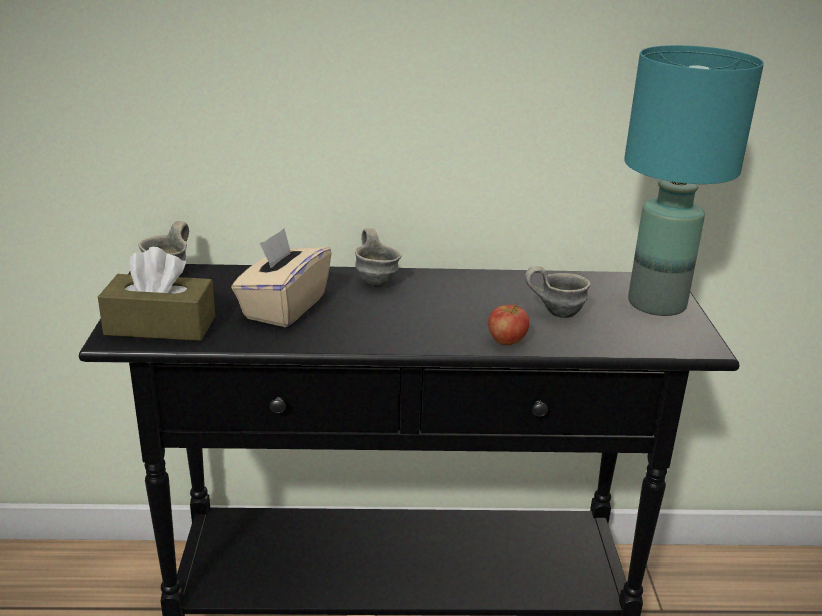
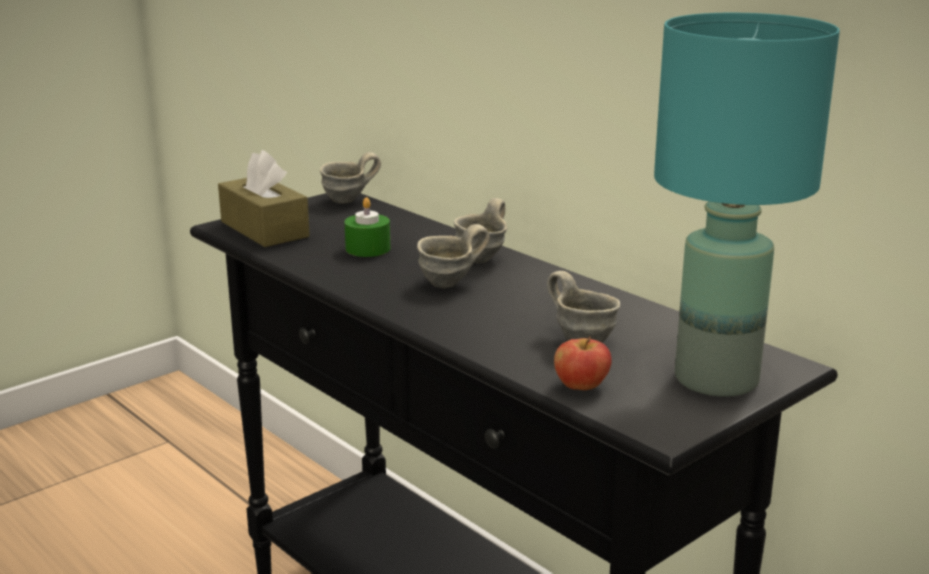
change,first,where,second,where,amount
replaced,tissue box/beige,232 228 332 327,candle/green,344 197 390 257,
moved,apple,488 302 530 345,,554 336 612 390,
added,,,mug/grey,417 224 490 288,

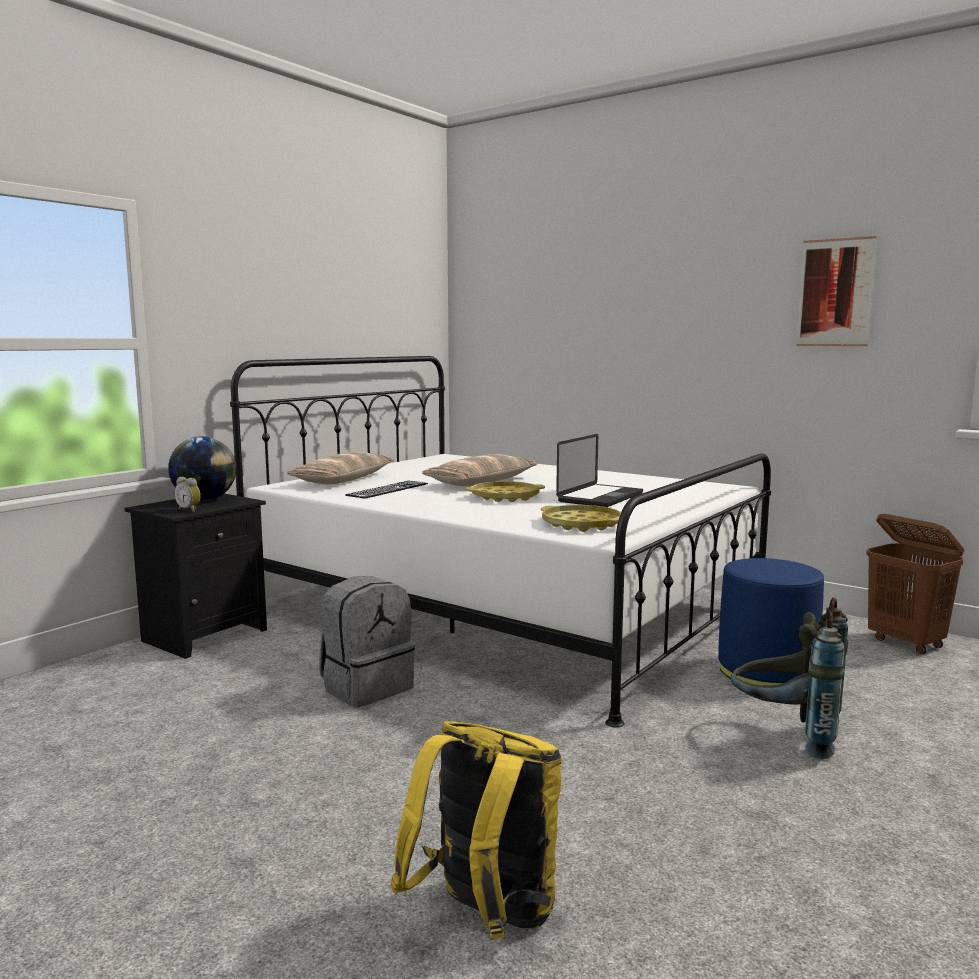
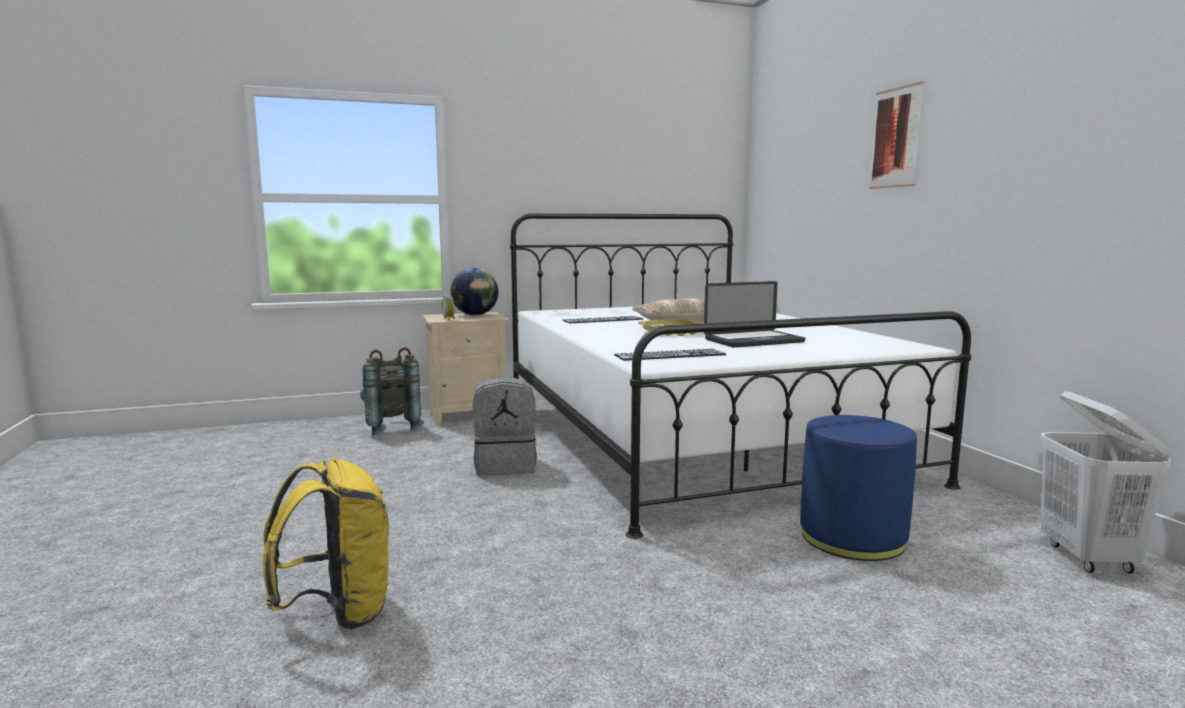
change,first,where,second,where,amount
moved,picture,796 236 877 346,,869 81 924 189,
removed,pillow,287 452 394 484,,,
recoloured,nightstand/black,124 493 267 659,nightstand/beige,423 312 509 425,
replaced,tray/yellow,541 505 621 532,keyboard,614 349 726 361,
recoloured,laundry basket/brown,866 514 965 654,laundry basket/white,1041 391 1172 574,
moved,backpack/grey,731 598 848 759,,360 347 425 435,

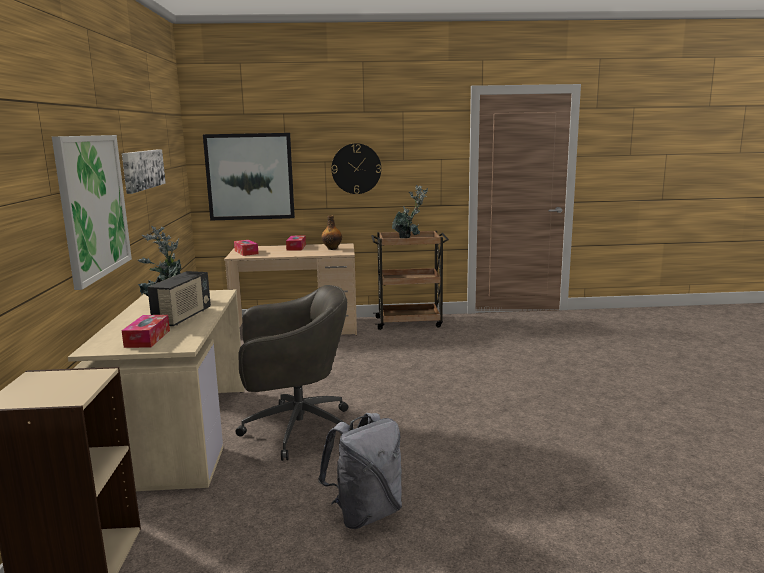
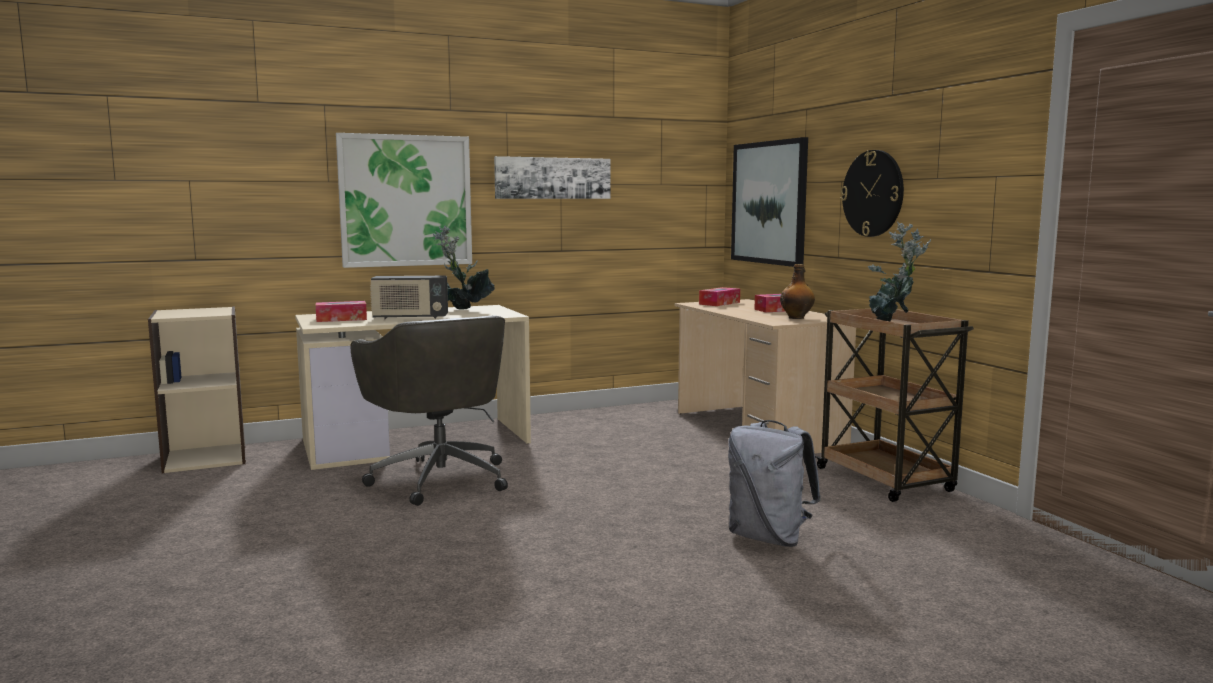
change,first,where,second,where,amount
moved,backpack/grey,318 413 402 529,,728 420 821 547,

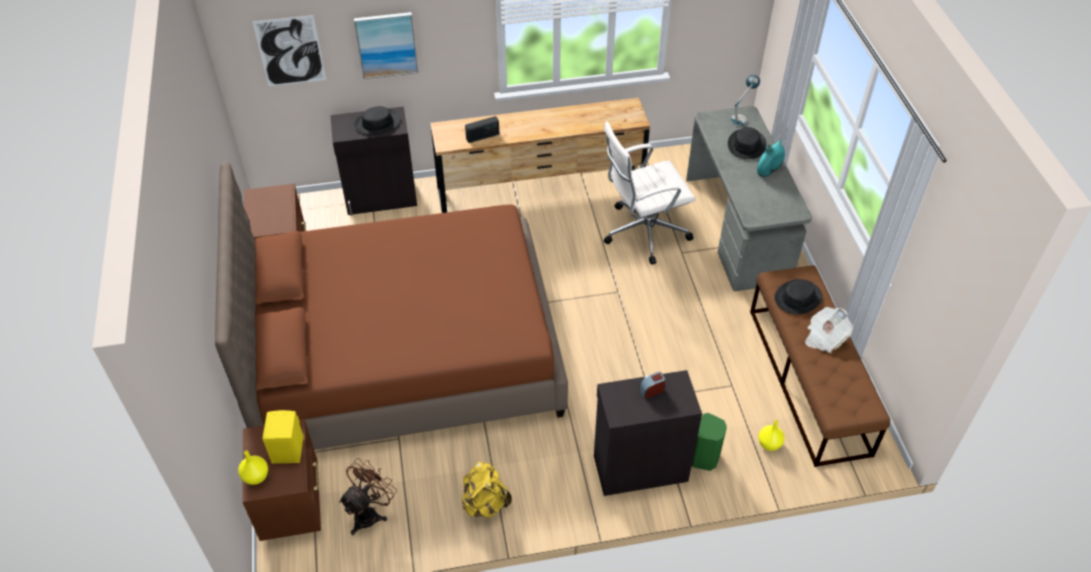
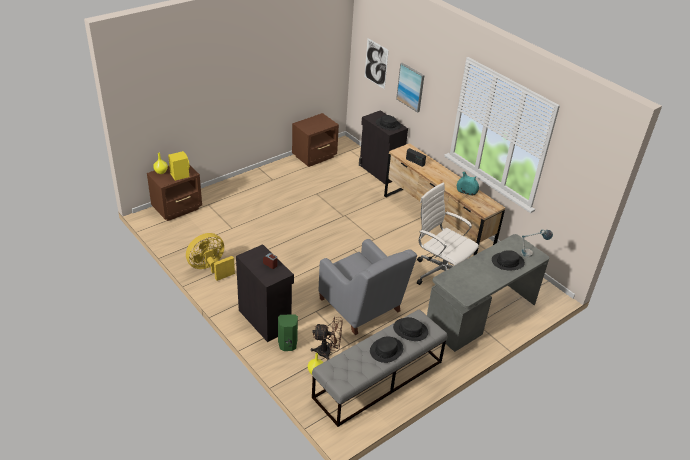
change,first,where,second,where,amount
moved,vase/turquoise,757 139 785 177,,457 171 479 195,
removed,bed/brown,215 162 568 450,,,
recoloured,bench/brown,750 265 890 467,bench/grey,312 310 447 427,
replaced,newspaper,805 307 853 353,hat/black,370 336 403 363,
moved,fan/brown,339 458 397 535,,311 317 343 360,
replaced,backpack/yellow,462 462 512 518,fan/yellow,186 233 235 281,
added,,,armchair/grey,319 239 417 335,

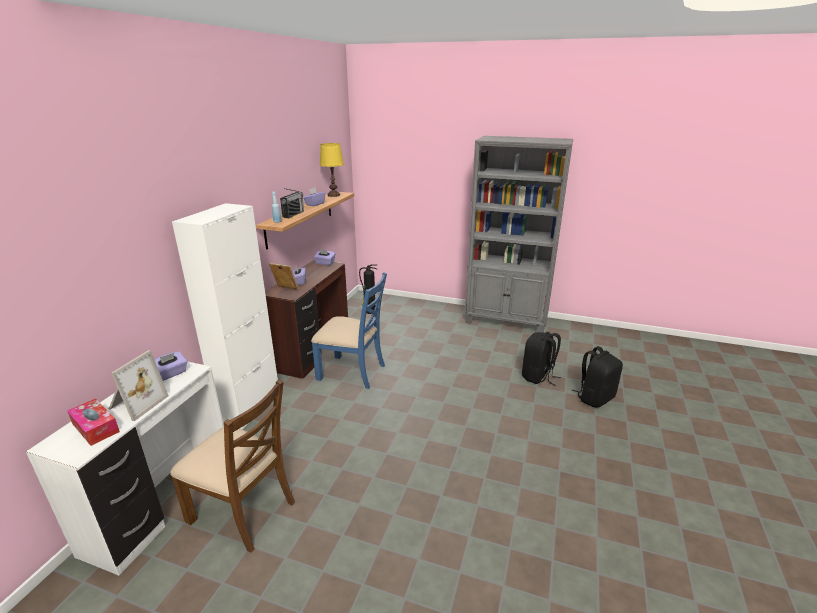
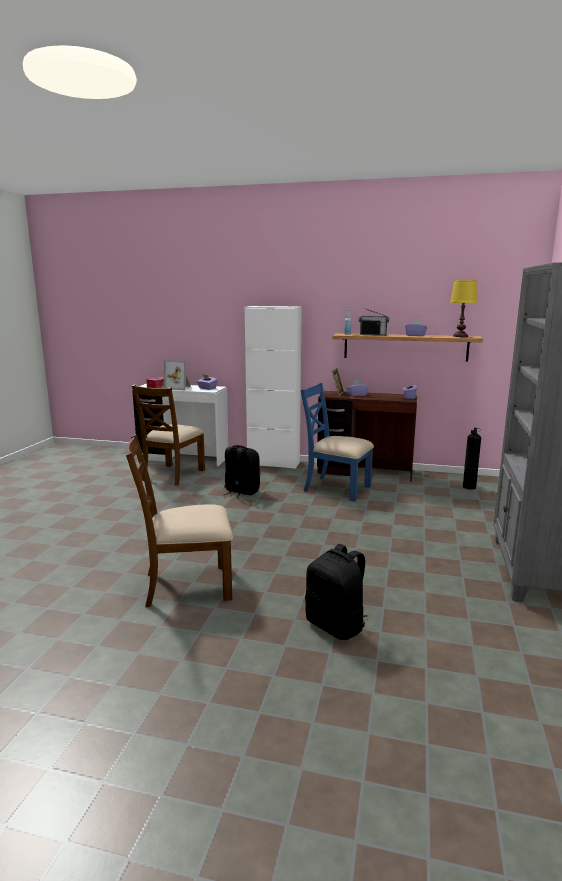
change,first,where,second,where,amount
turned,chair/blue,311 272 387 389,,301 383 374 502,105 degrees clockwise
moved,backpack/black,522 332 561 386,,224 445 260 498,
added,,,chair/brown,126 434 233 607,

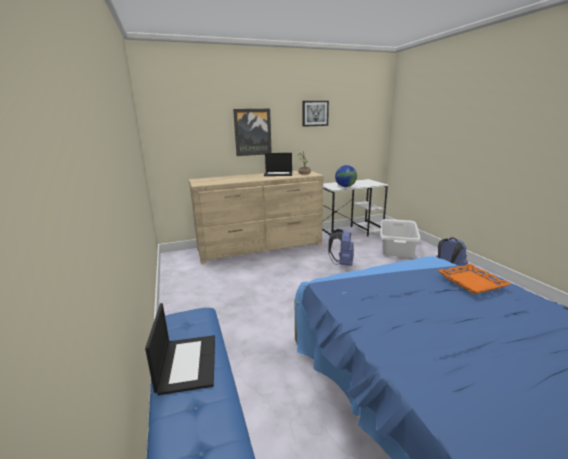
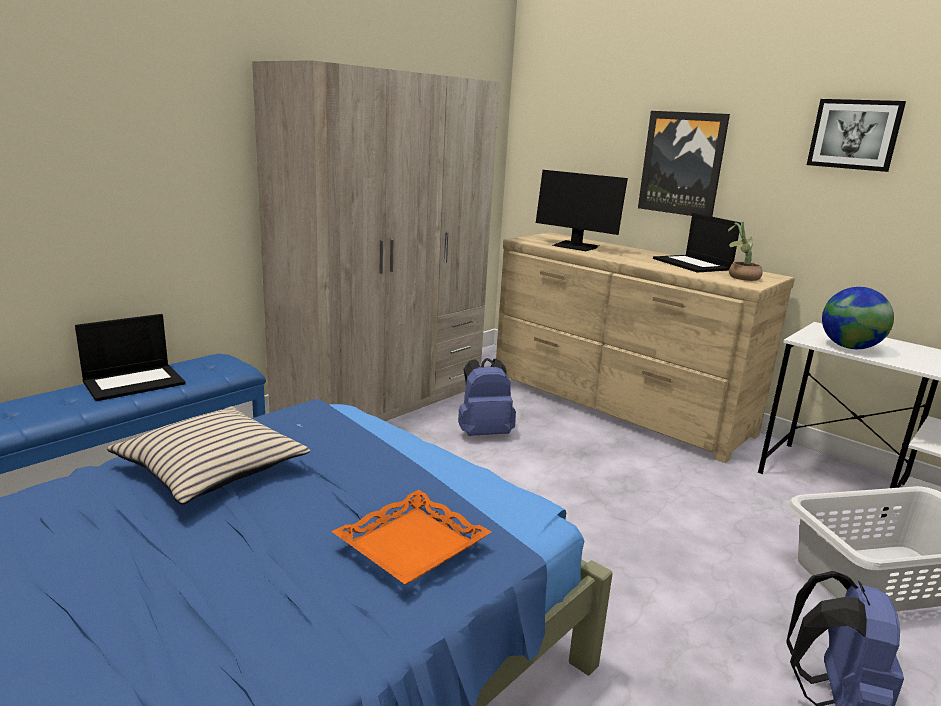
change,first,where,second,where,amount
moved,backpack/blue,328 229 354 266,,458 358 516 436,
added,,,wardrobe/beige,252 60 499 421,
added,,,monitor,536 170 628 251,
added,,,pillow/beige,107 406 310 504,

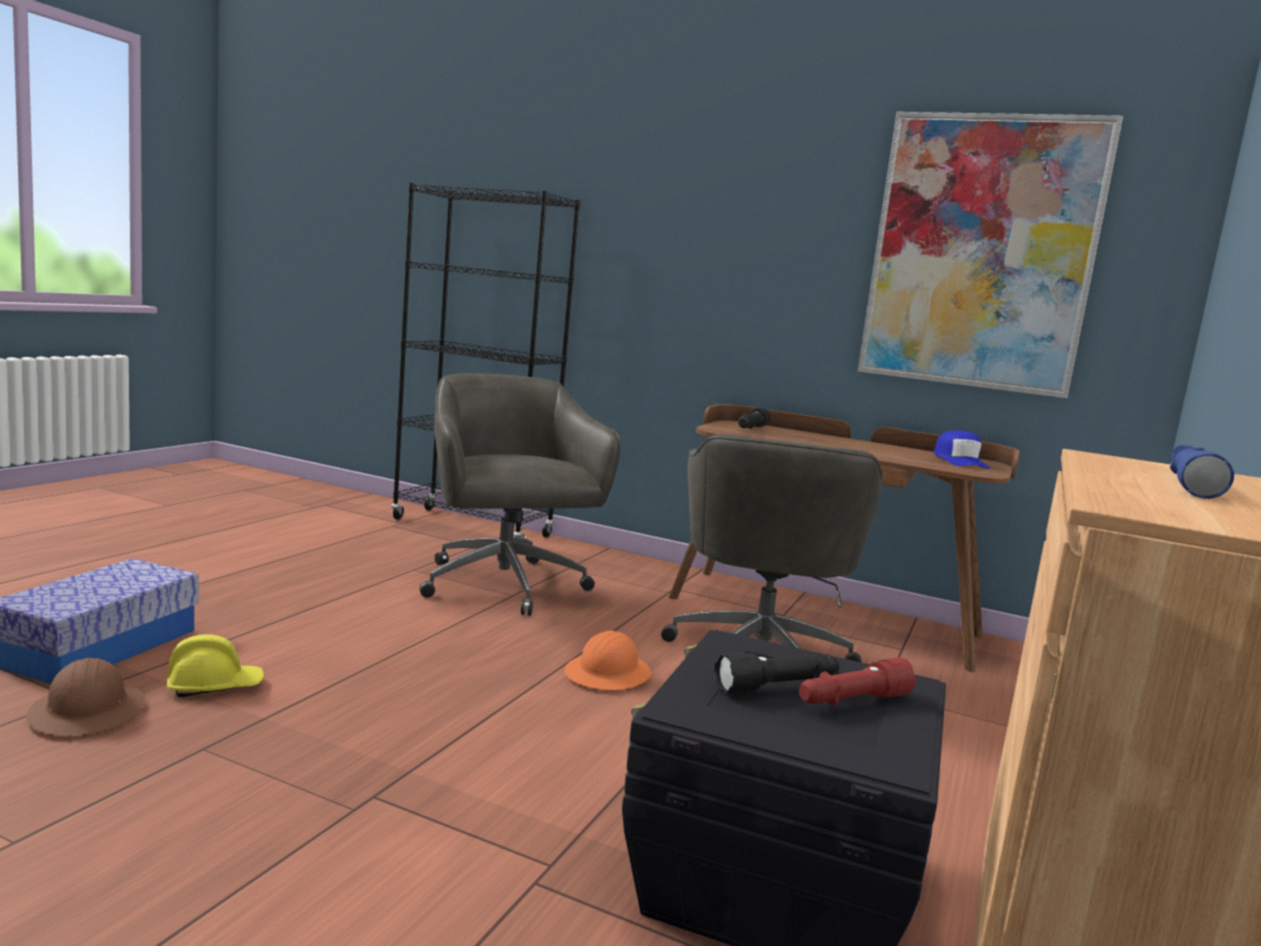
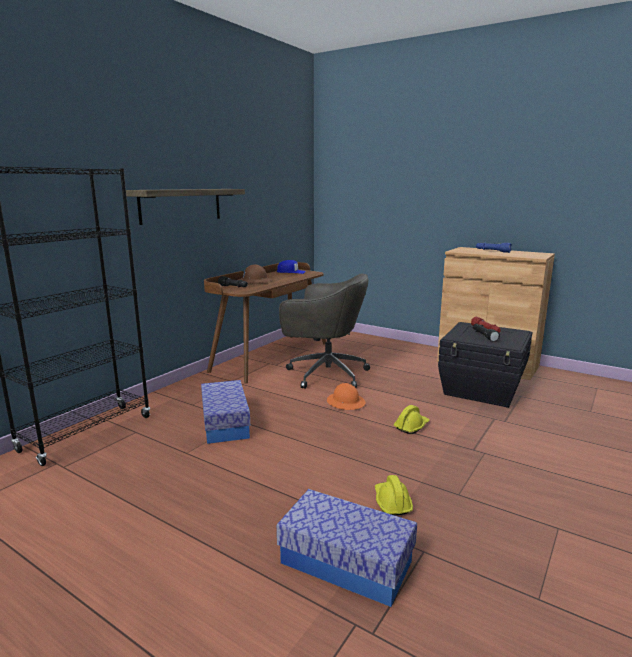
change,first,where,second,where,amount
removed,picture,858 112 1123 398,,,
replaced,office chair/grey,419 373 621 616,storage box,201 380 250 444,
moved,hard hat/brown,26 658 146 736,,238 265 273 284,
added,,,shelf,126 189 245 225,
added,,,hard hat/yellow,394 405 430 434,

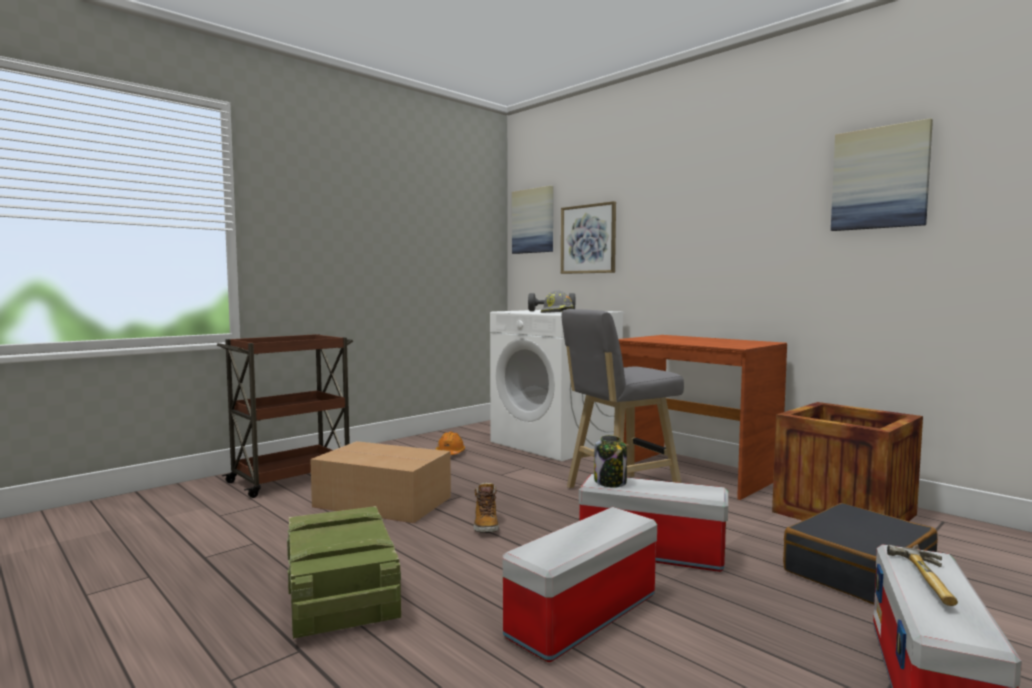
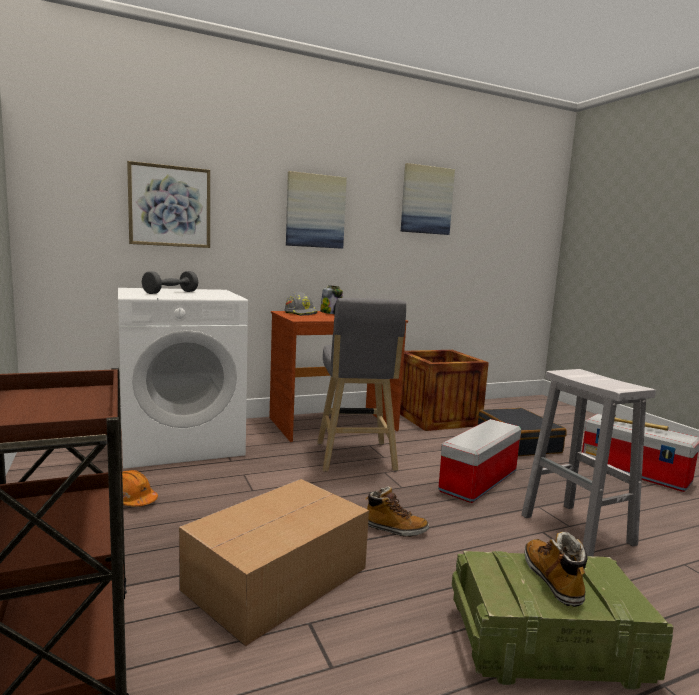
change,first,where,second,where,amount
moved,picture,512 186 553 254,,286 171 347 249,
moved,hard hat/grey,541 290 574 313,,285 292 318 316,
moved,jar,594 435 627 488,,320 285 343 314,
replaced,storage box,503 507 657 662,stool/white,521 369 656 556,
added,,,boot,525 532 588 607,

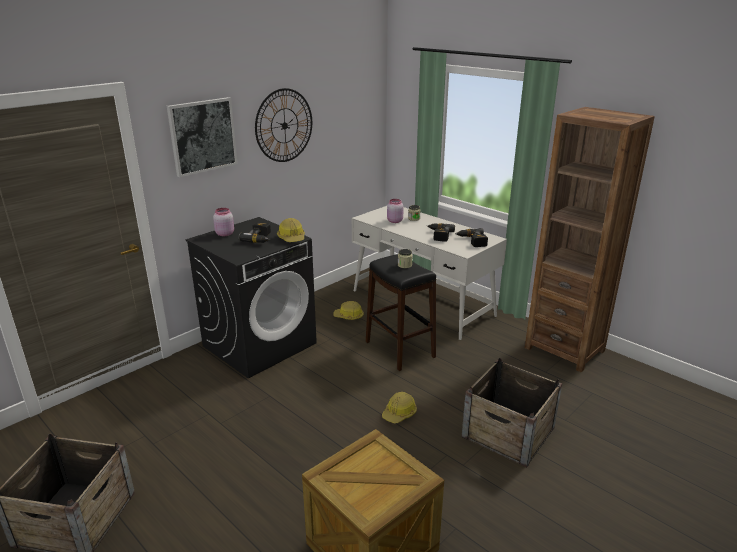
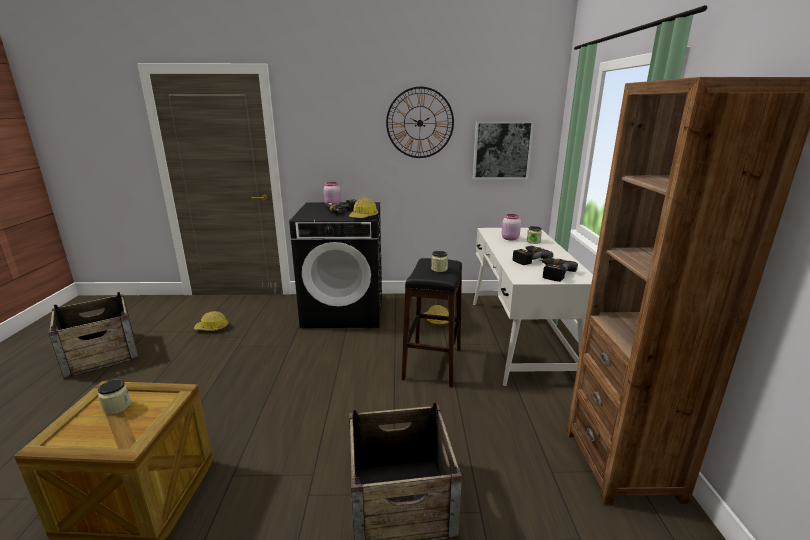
change,first,where,second,where,amount
moved,picture,167 97 238 177,,473 121 534 179,
moved,hard hat,382 392 417 424,,194 311 228 331,
added,,,jar,98 380 131 414,

